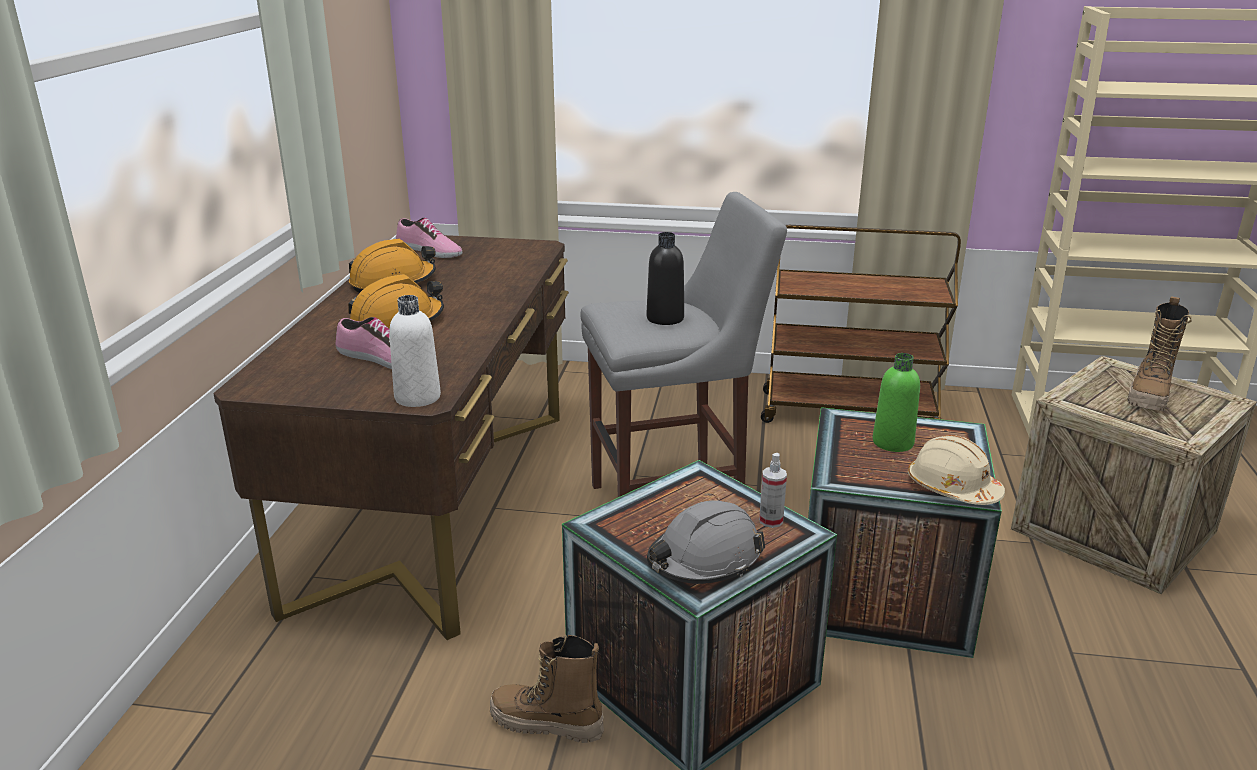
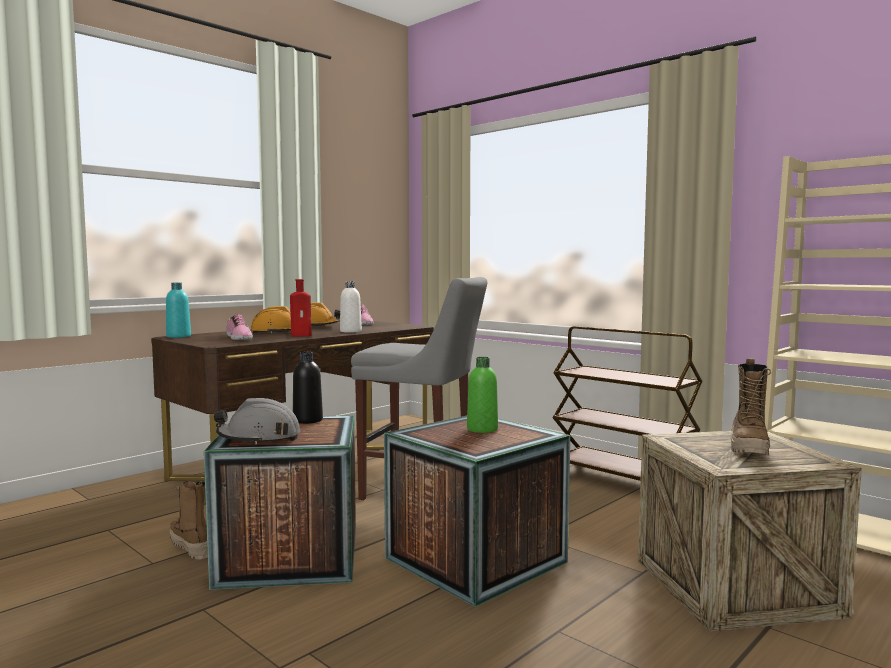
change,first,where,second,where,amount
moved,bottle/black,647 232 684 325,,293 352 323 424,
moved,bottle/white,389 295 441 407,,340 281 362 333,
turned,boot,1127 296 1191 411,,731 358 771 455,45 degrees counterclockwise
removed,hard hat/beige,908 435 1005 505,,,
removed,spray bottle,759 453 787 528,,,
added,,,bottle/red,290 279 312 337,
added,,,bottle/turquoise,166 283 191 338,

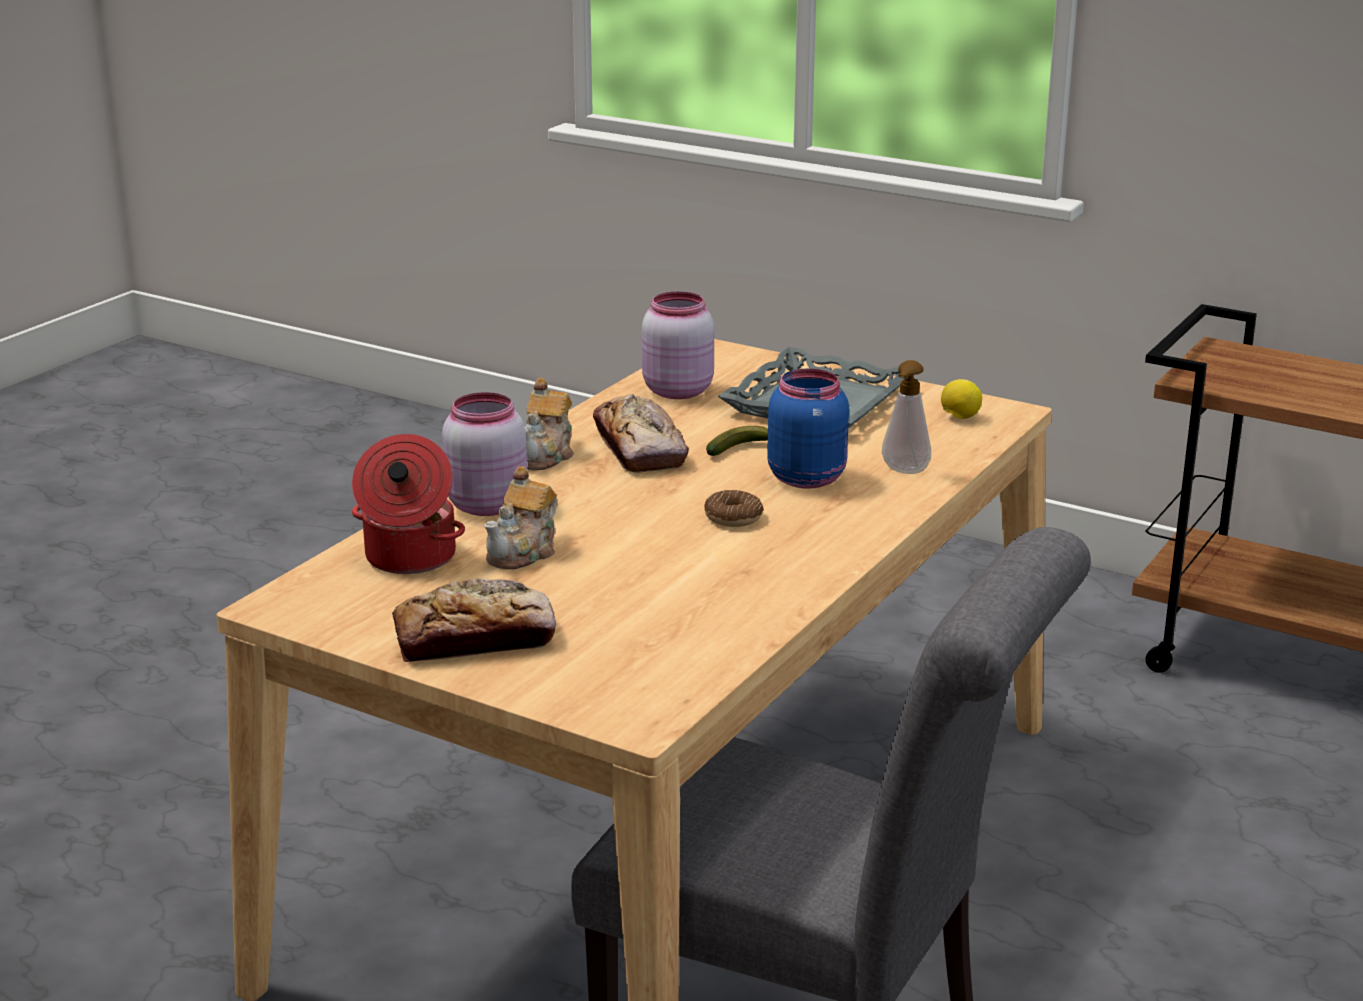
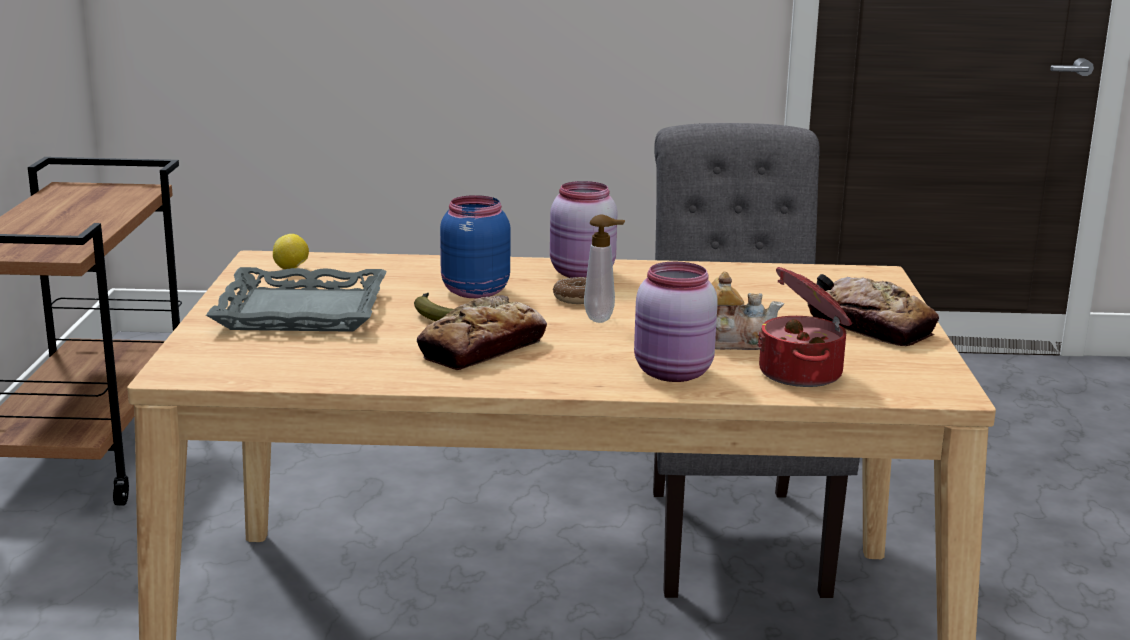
change,first,where,second,where,amount
moved,jar/pink,642 292 714 399,,550 181 617 278,
moved,soap dispenser,882 360 931 474,,584 215 625 323,
removed,teapot,525 378 574 470,,,

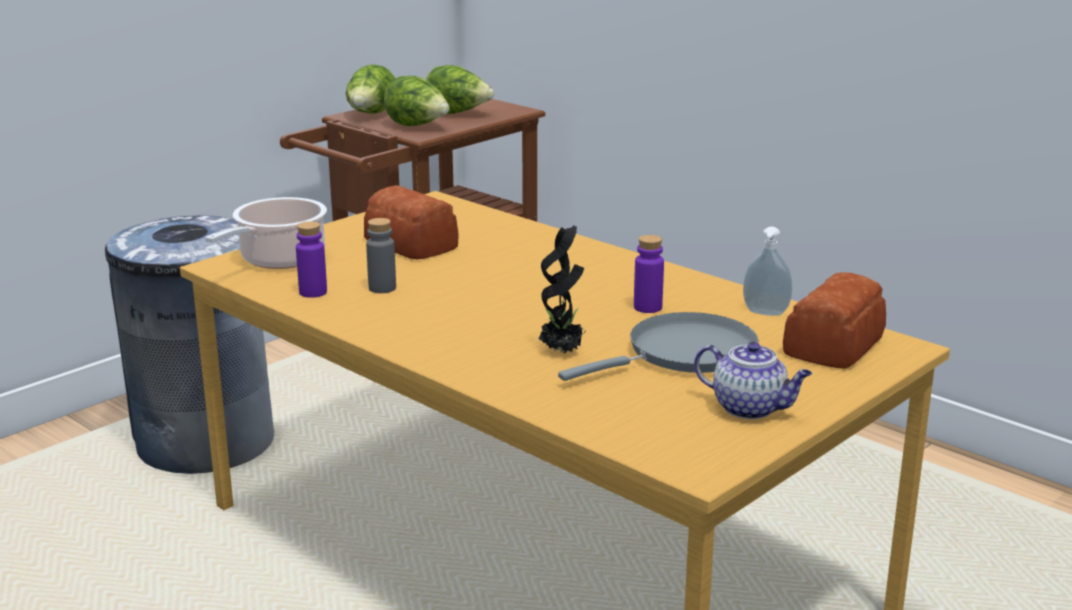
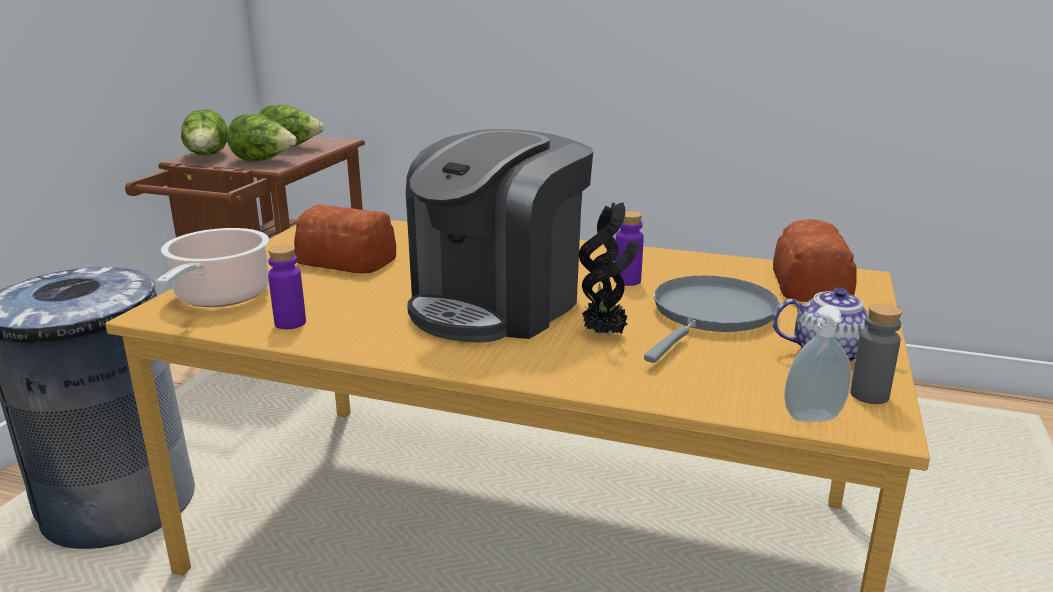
change,first,where,second,where,amount
moved,bottle/grey,366 218 396 293,,850 303 902 404,
moved,soap dispenser,743 227 792 316,,784 305 851 422,
added,,,coffee machine,406 129 593 343,

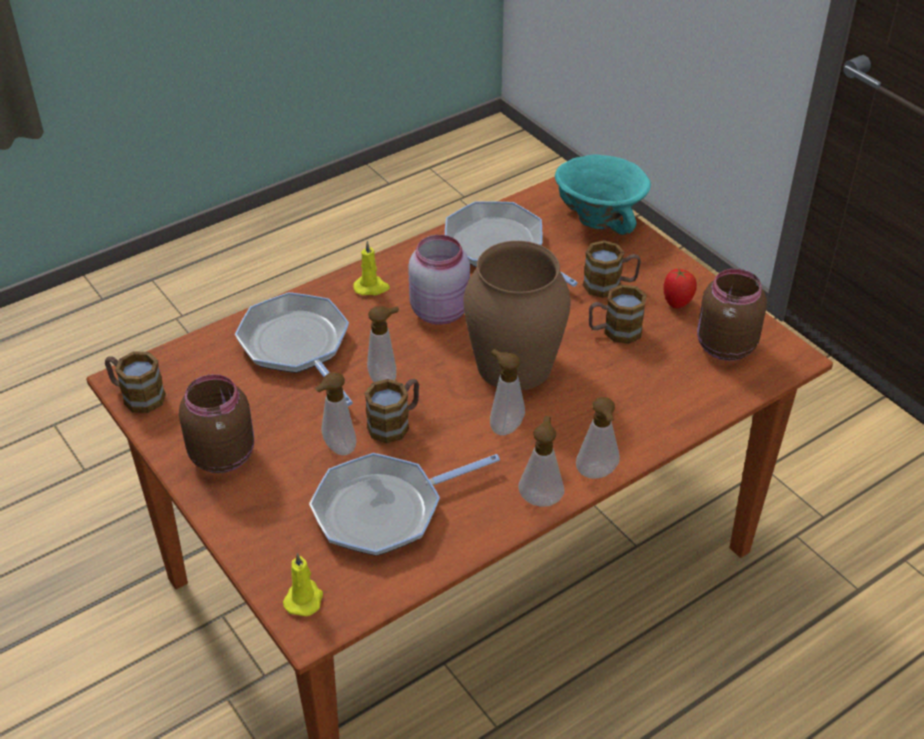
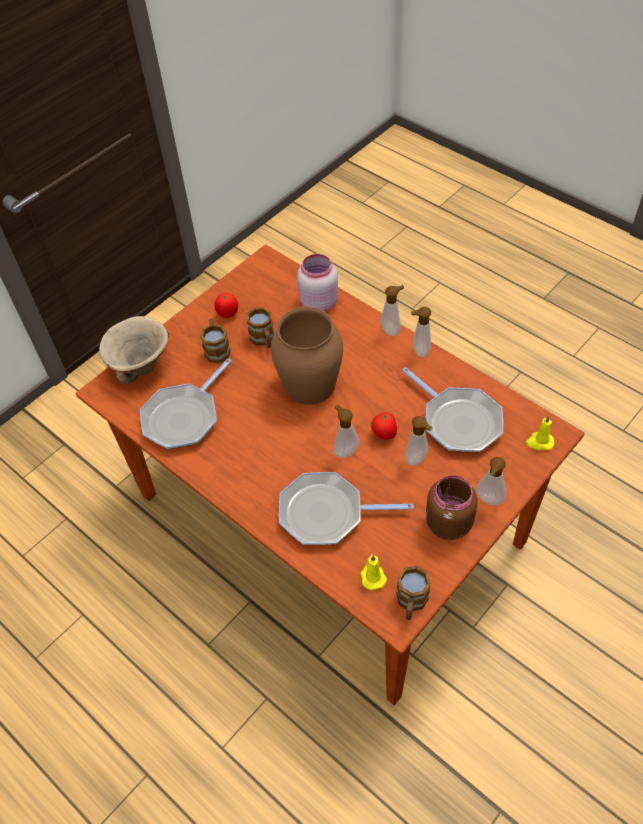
change,first,where,second,where,amount
recoloured,bowl/turquoise,555 155 651 235,bowl/beige,99 316 169 384,
moved,jar/pink,408 235 470 325,,297 254 338 311,
moved,candle/yellow,353 241 390 295,,361 555 387 590,
removed,jar/brown,697 269 767 361,,,
turned,frying pan,235 292 353 406,,279 472 413 545,45 degrees clockwise
moved,soap dispenser,490 349 525 435,,476 457 506 505,
replaced,mug,364 379 419 443,tomato,371 412 397 439,

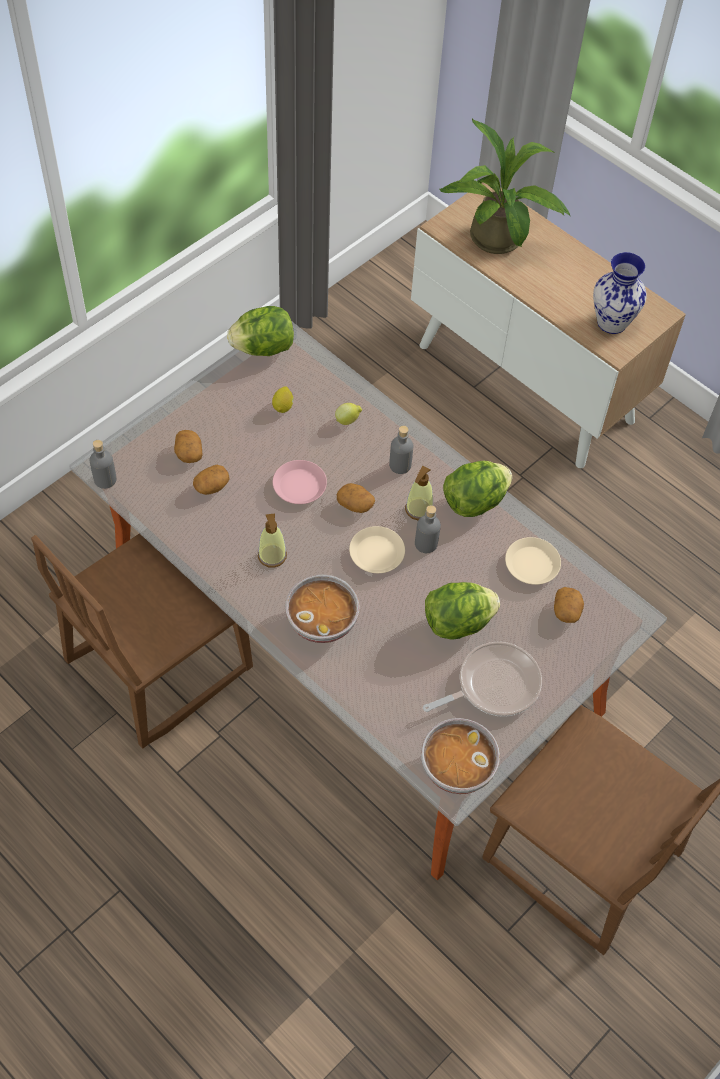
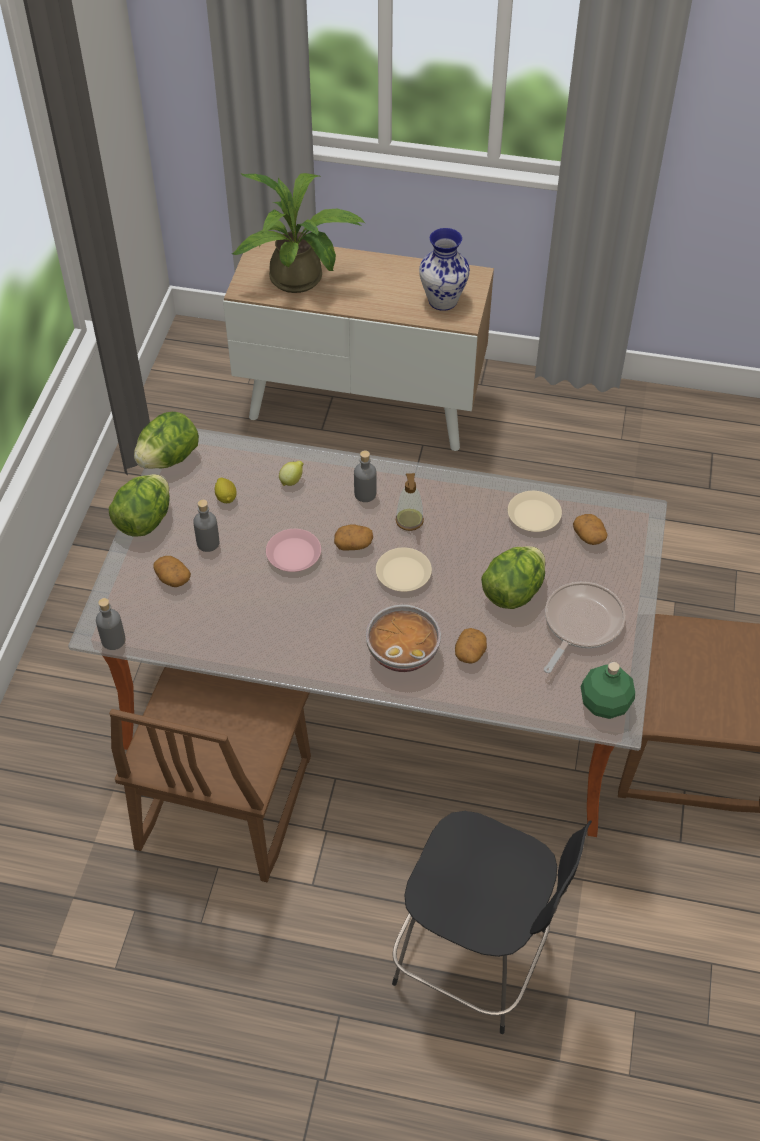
change,first,where,second,where,amount
moved,lettuce,443 461 512 517,,109 474 170 537,
moved,potato,193 465 230 495,,455 628 487 664,
moved,bottle/grey,415 505 441 553,,193 500 220 552,
removed,soap dispenser,258 513 287 568,,,
replaced,bowl,421 718 500 794,bottle/green,581 662 635 719,
added,,,stool/black,392 811 592 1034,

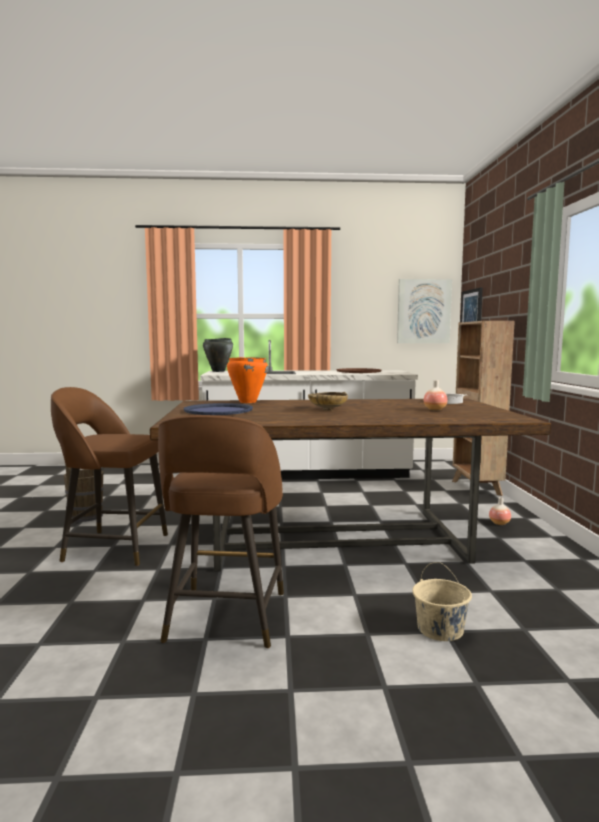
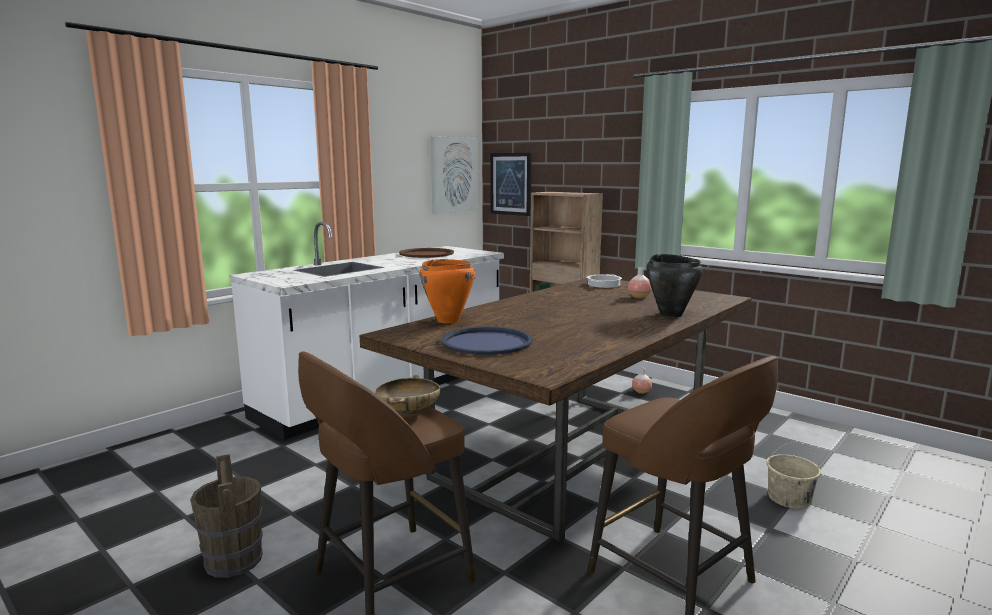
change,first,where,second,where,amount
moved,cooking pot/black,203 338 233 372,,646 254 703 317,
moved,bowl/beige,308 392 348 410,,374 375 440 415,

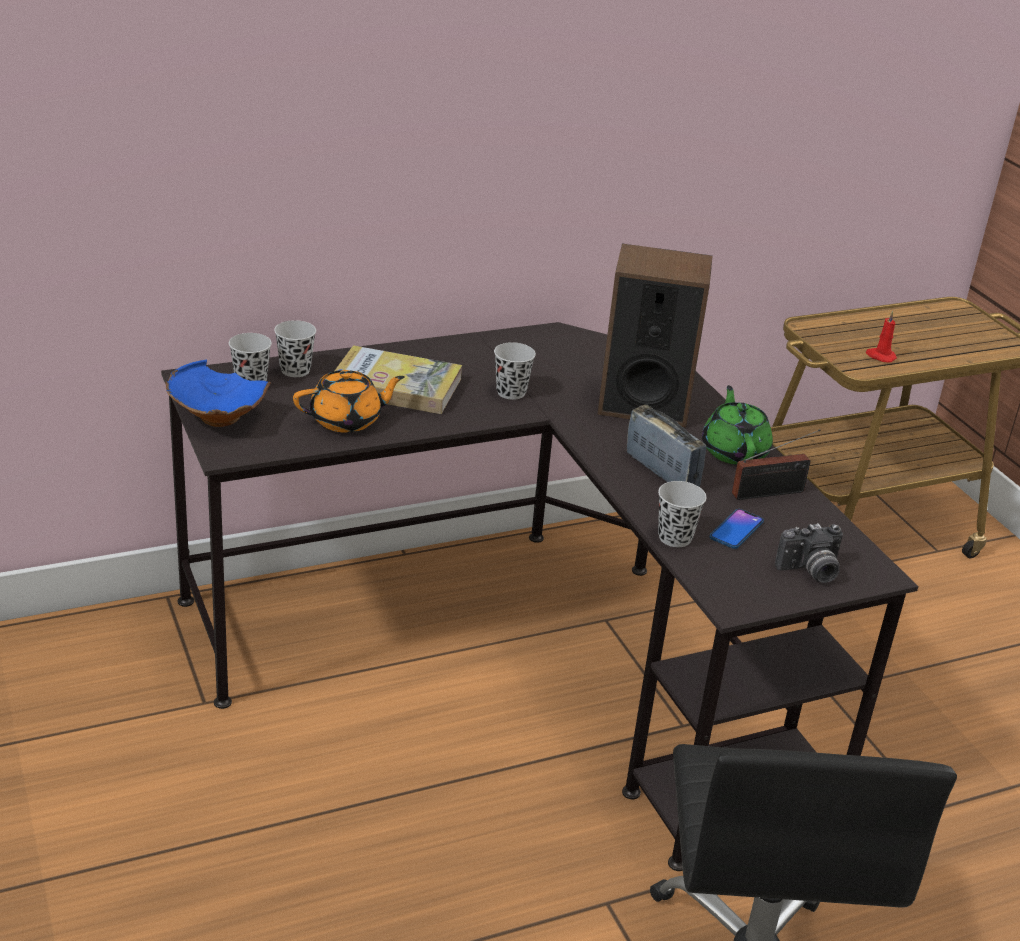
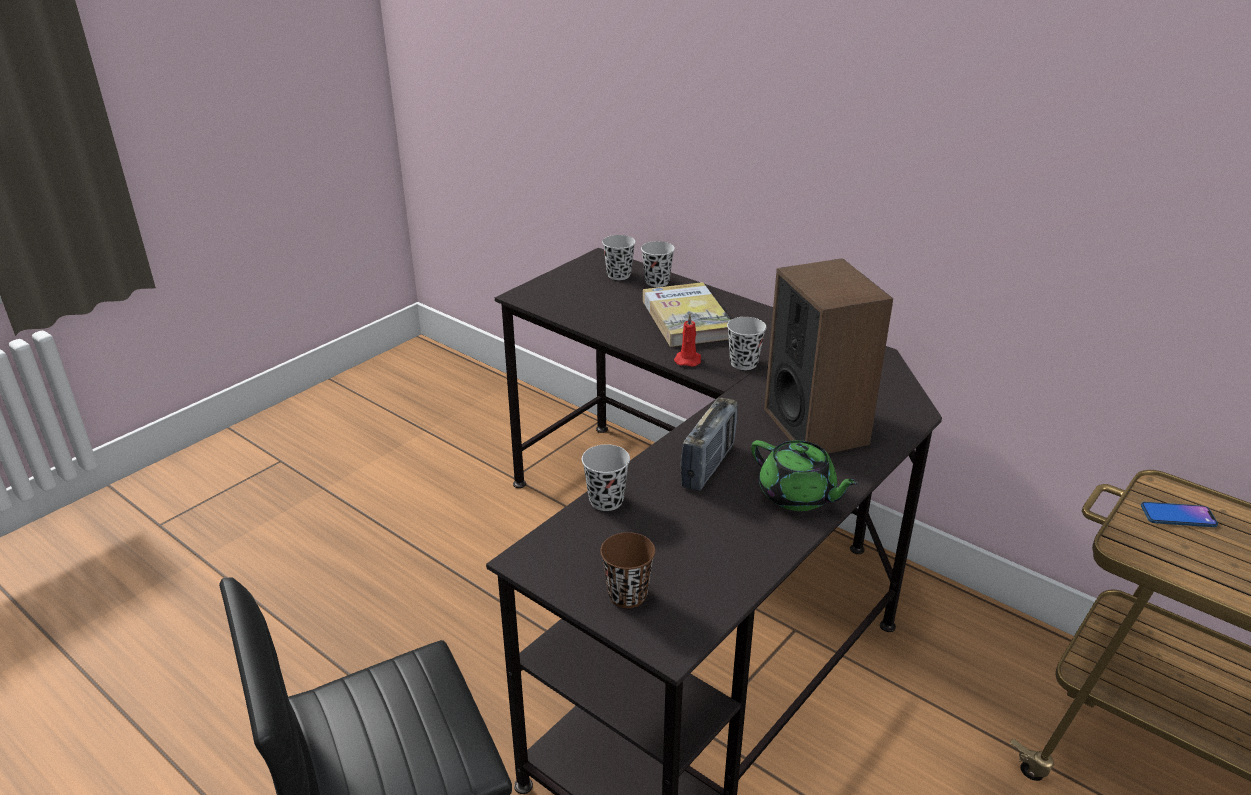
change,first,where,second,where,amount
moved,candle/red,866 311 897 363,,674 314 701 367,
removed,bowl/blue,166 360 271 427,,,
removed,teapot/orange,293 370 405 433,,,
turned,teapot/green,702 385 773 465,,751 440 860 511,75 degrees clockwise
removed,radio,732 429 821 500,,,
moved,phone,710 509 764 549,,1141 502 1218 527,
replaced,photo camera,775 523 843 583,cup/brown,600 532 655 608,

